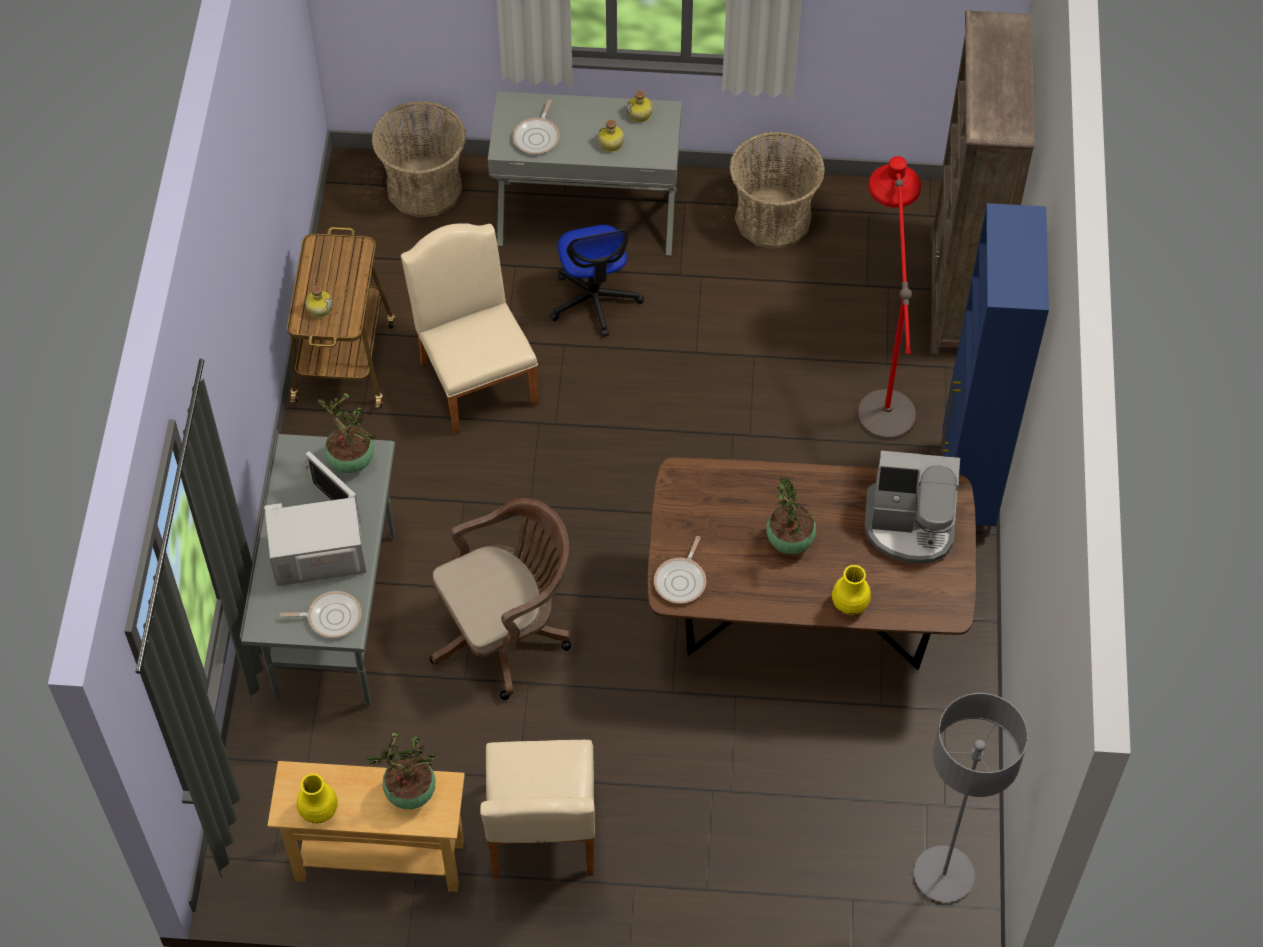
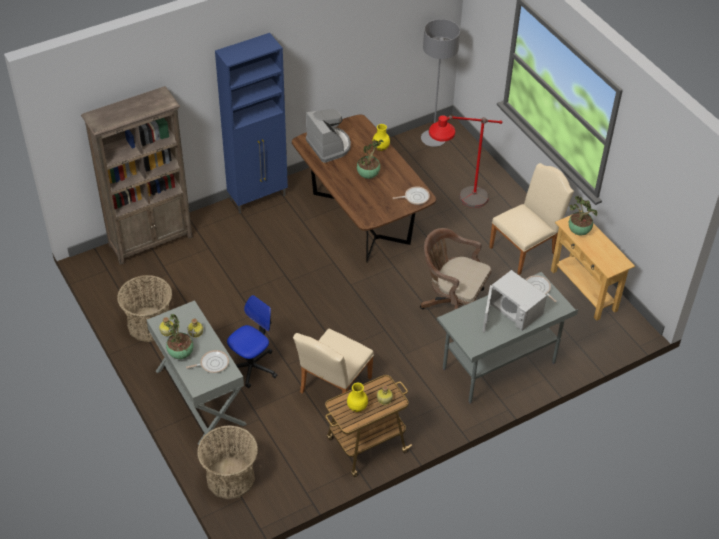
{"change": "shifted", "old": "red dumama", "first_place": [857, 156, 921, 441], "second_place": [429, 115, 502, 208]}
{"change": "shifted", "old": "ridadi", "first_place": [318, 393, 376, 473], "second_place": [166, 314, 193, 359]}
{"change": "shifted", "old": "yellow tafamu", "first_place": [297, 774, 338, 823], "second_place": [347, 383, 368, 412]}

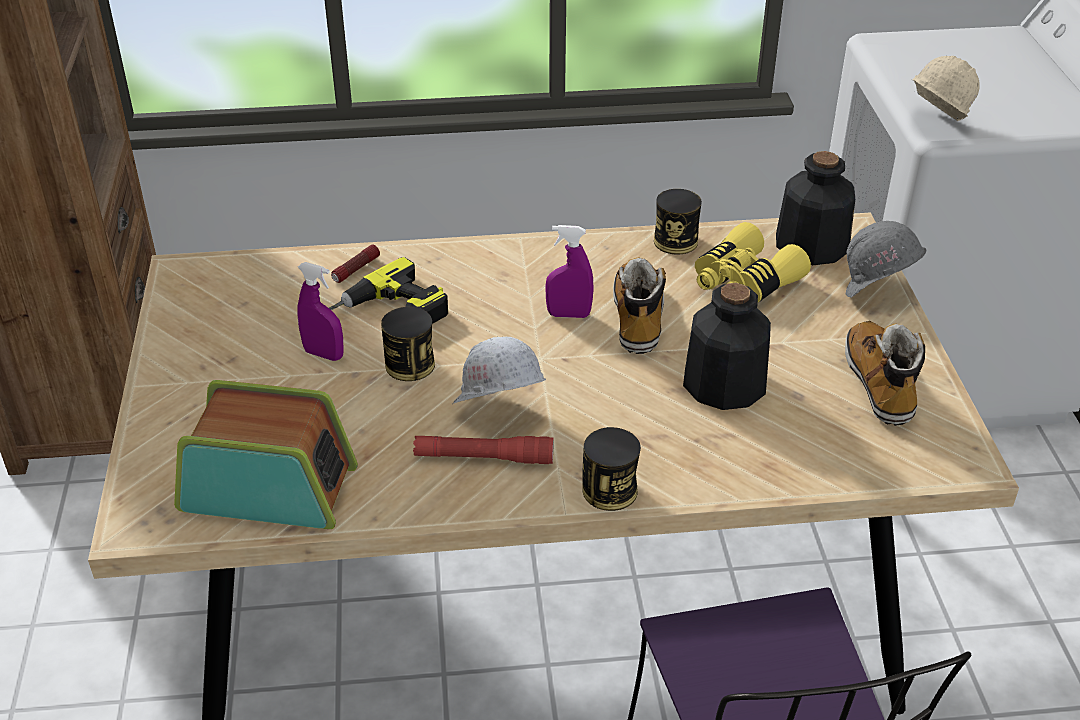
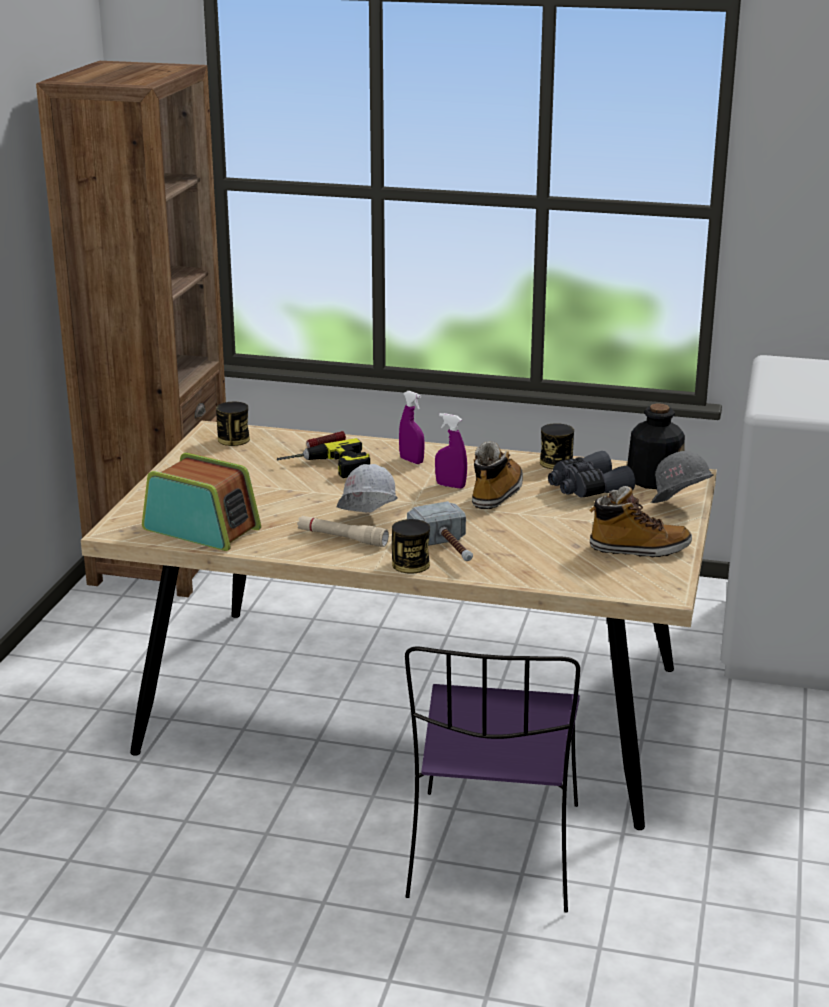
{"change": "gone", "old": "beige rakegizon", "first_place": [911, 56, 980, 121]}
{"change": "repainted", "old": "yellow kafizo", "new": "grey kafizo", "first_place": [695, 222, 811, 302], "second_place": [548, 451, 635, 498]}
{"change": "shifted", "old": "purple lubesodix", "first_place": [297, 262, 344, 361], "second_place": [399, 391, 425, 464]}
{"change": "gone", "old": "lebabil", "first_place": [683, 283, 771, 410]}
{"change": "shifted", "old": "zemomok", "first_place": [381, 307, 435, 381], "second_place": [216, 402, 250, 446]}
{"change": "rotated", "old": "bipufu", "first_place": [845, 321, 925, 426], "second_place": [589, 486, 692, 557], "degrees": 75}
{"change": "repainted", "old": "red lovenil", "new": "beige lovenil", "first_place": [413, 436, 554, 464], "second_place": [297, 516, 389, 547]}
{"change": "new", "new": "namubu", "second_place": [407, 501, 473, 561]}

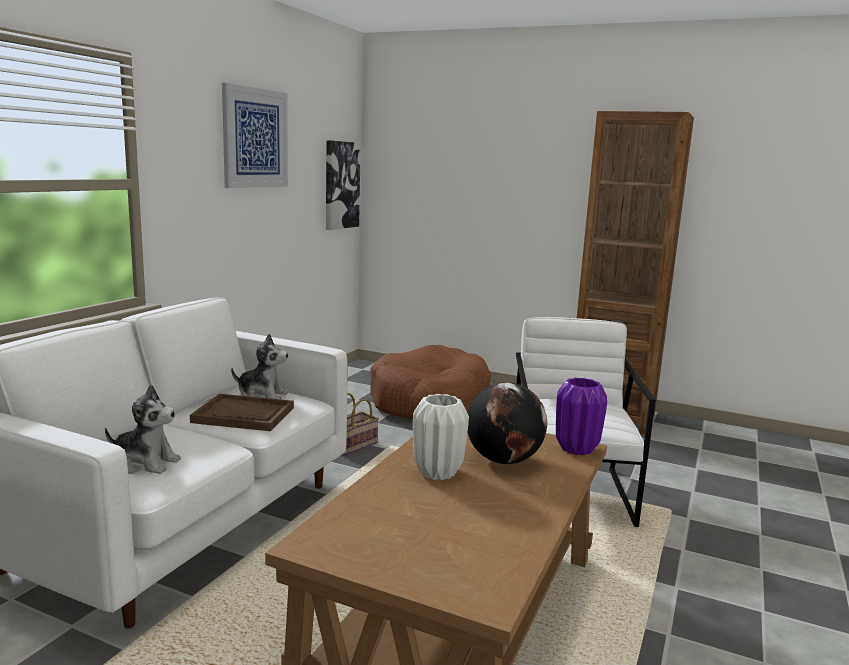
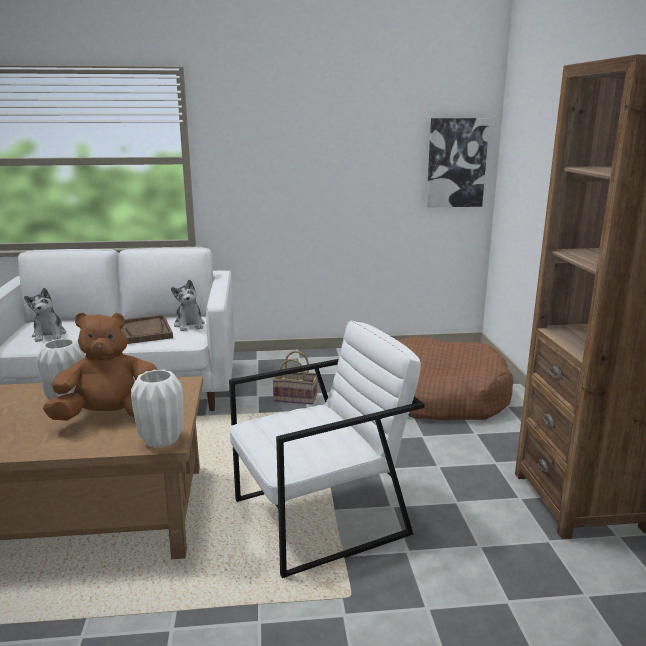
{"change": "gone", "old": "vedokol", "first_place": [222, 83, 288, 188]}
{"change": "repainted", "old": "purple tafamu", "new": "white tafamu", "first_place": [556, 378, 607, 455], "second_place": [131, 370, 183, 448]}
{"change": "swapped", "old": "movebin", "new": "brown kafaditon", "first_place": [468, 382, 547, 464], "second_place": [43, 312, 158, 421]}

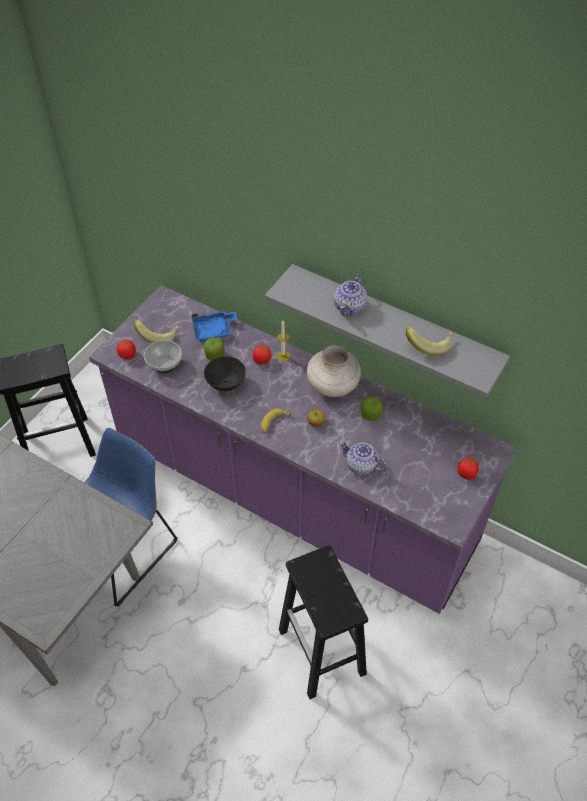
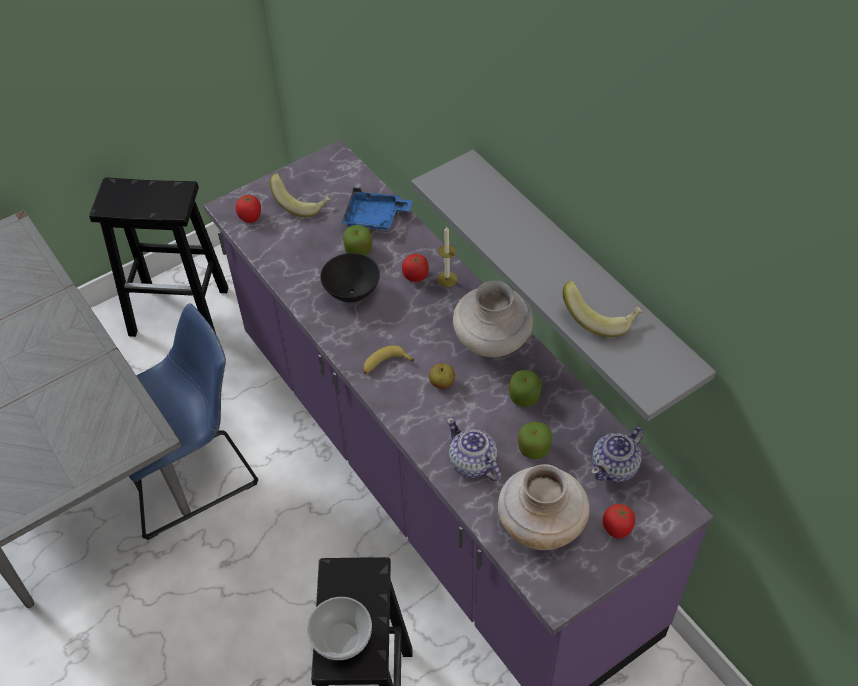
{"change": "shifted", "old": "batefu", "first_place": [334, 274, 367, 316], "second_place": [591, 426, 644, 482]}
{"change": "shifted", "old": "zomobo", "first_place": [144, 340, 182, 373], "second_place": [307, 597, 372, 660]}
{"change": "new", "new": "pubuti", "second_place": [517, 421, 552, 459]}
{"change": "new", "new": "beige tafamu", "second_place": [498, 464, 589, 550]}

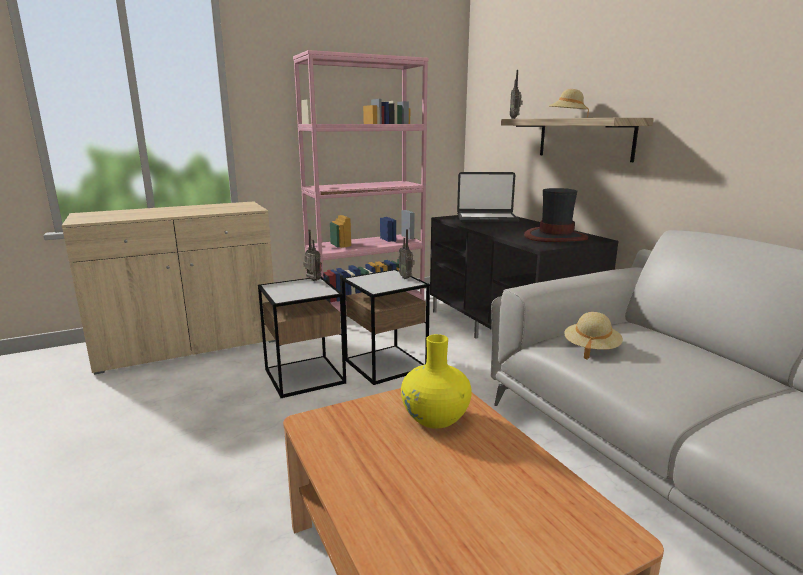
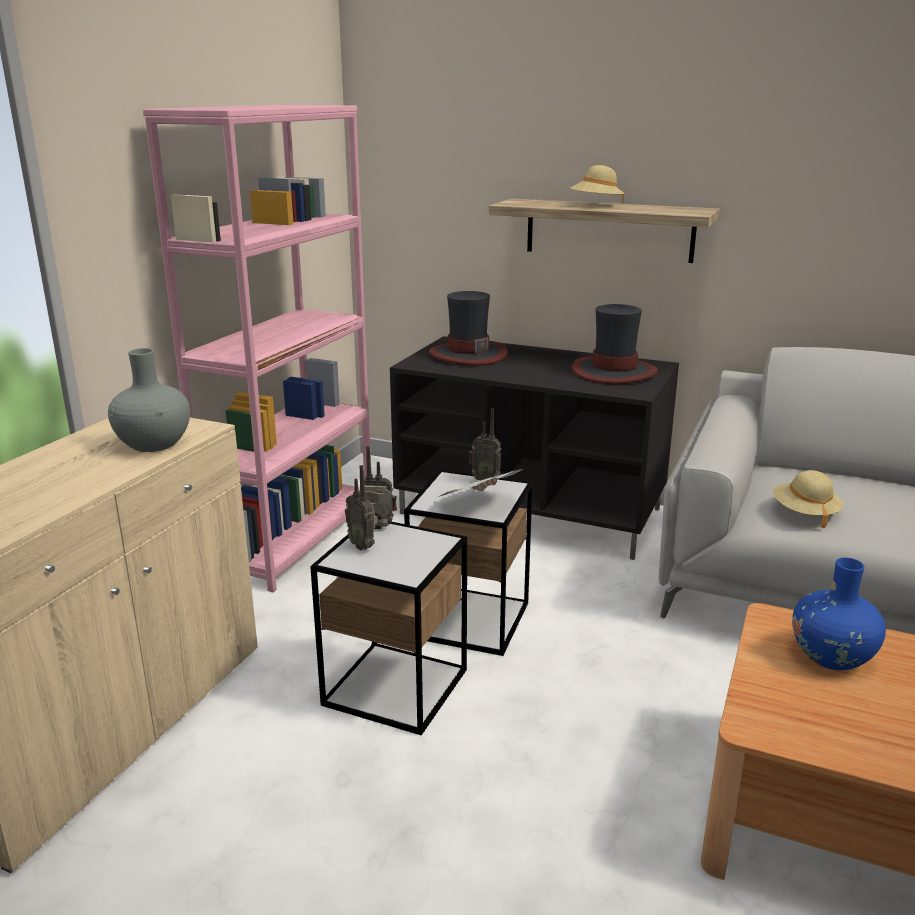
{"change": "shifted", "old": "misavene", "first_place": [510, 70, 523, 119], "second_place": [345, 465, 378, 550]}
{"change": "swapped", "old": "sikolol", "new": "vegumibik", "first_place": [457, 172, 520, 223], "second_place": [429, 291, 508, 366]}
{"change": "repainted", "old": "yellow tafamu", "new": "blue tafamu", "first_place": [401, 334, 472, 429], "second_place": [792, 558, 886, 670]}
{"change": "new", "new": "grey tafamu", "second_place": [108, 348, 190, 452]}
{"change": "new", "new": "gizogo", "second_place": [439, 469, 523, 497]}

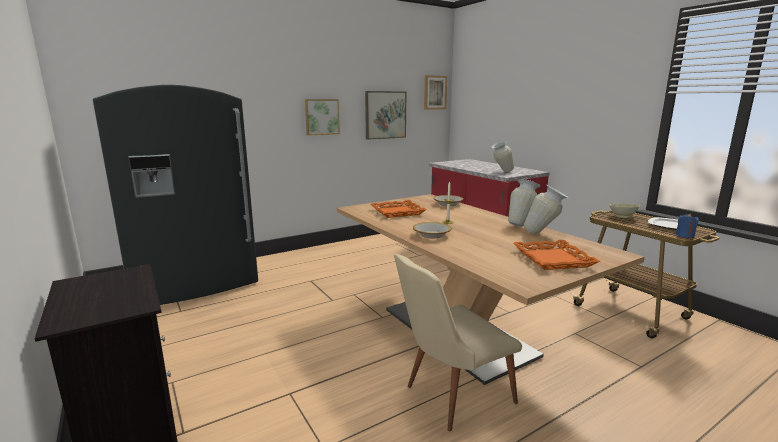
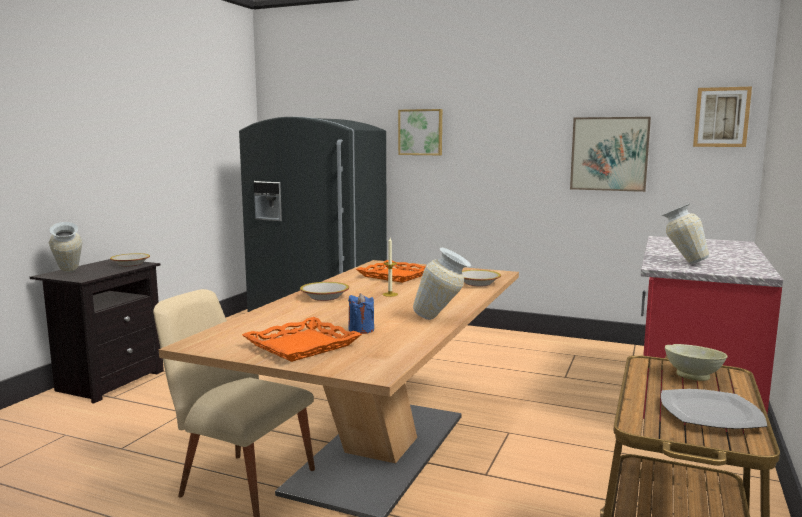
{"change": "shifted", "old": "vedokol", "first_place": [305, 99, 340, 136], "second_place": [398, 109, 442, 155]}
{"change": "shifted", "old": "tafamu", "first_place": [524, 185, 568, 234], "second_place": [49, 222, 82, 272]}
{"change": "shifted", "old": "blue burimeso", "first_place": [676, 213, 699, 238], "second_place": [348, 293, 374, 334]}
{"change": "new", "new": "zomobo", "second_place": [110, 253, 150, 266]}

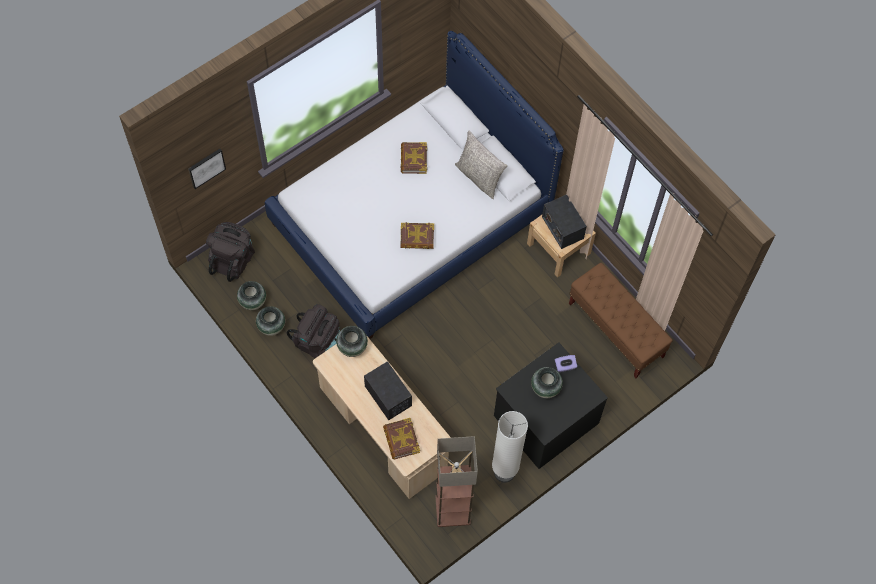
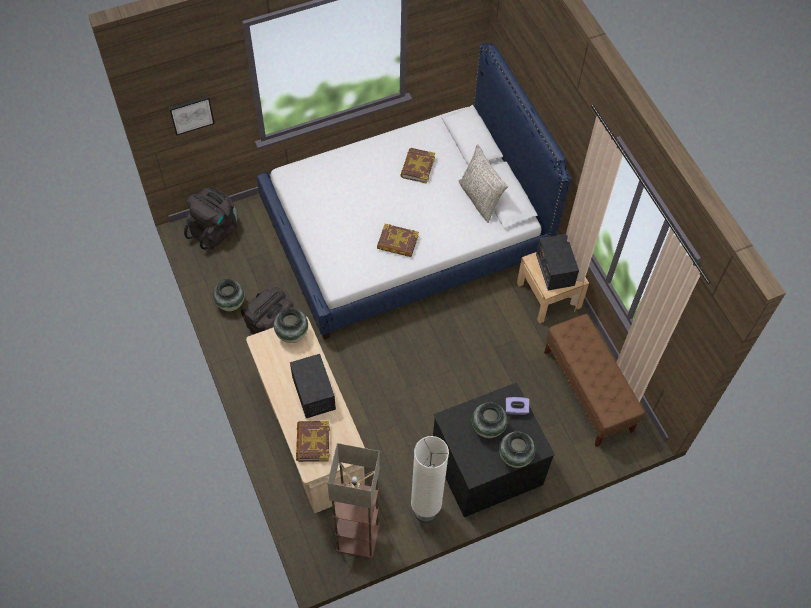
{"change": "shifted", "old": "tafamu", "first_place": [237, 281, 266, 310], "second_place": [499, 431, 536, 468]}

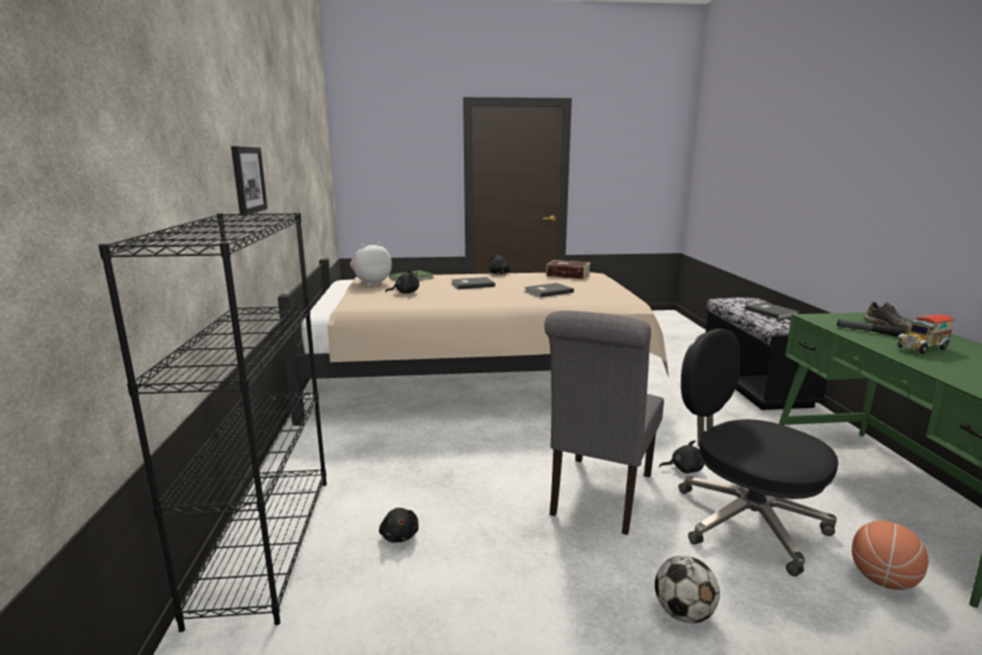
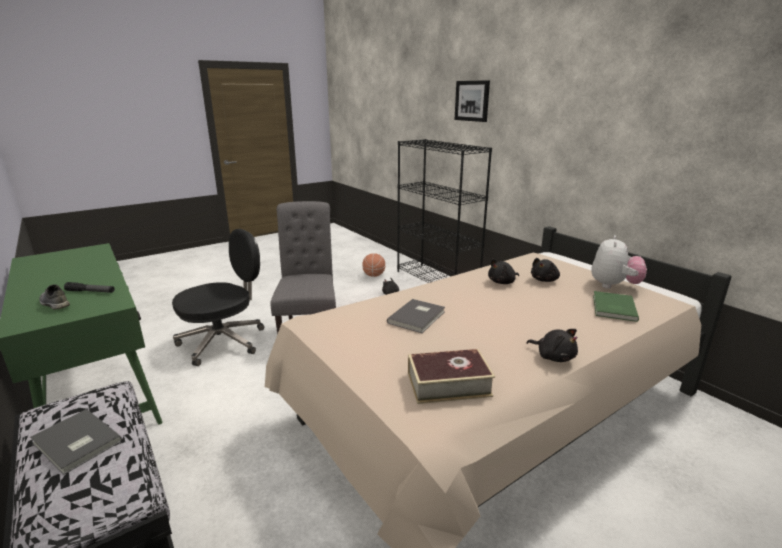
{"change": "shifted", "old": "vedokol", "first_place": [231, 146, 268, 216], "second_place": [455, 80, 490, 122]}
{"change": "gone", "old": "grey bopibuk", "first_place": [451, 277, 495, 289]}
{"change": "gone", "old": "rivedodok", "first_place": [898, 314, 955, 354]}
{"change": "rotated", "old": "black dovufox", "first_place": [679, 329, 838, 577], "second_place": [172, 229, 265, 366], "degrees": -60}
{"change": "shifted", "old": "black kafaditon", "first_place": [659, 440, 704, 474], "second_place": [488, 259, 519, 284]}
{"change": "shifted", "old": "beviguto", "first_place": [852, 521, 928, 590], "second_place": [362, 253, 385, 277]}
{"change": "gone", "old": "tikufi", "first_place": [655, 556, 720, 623]}

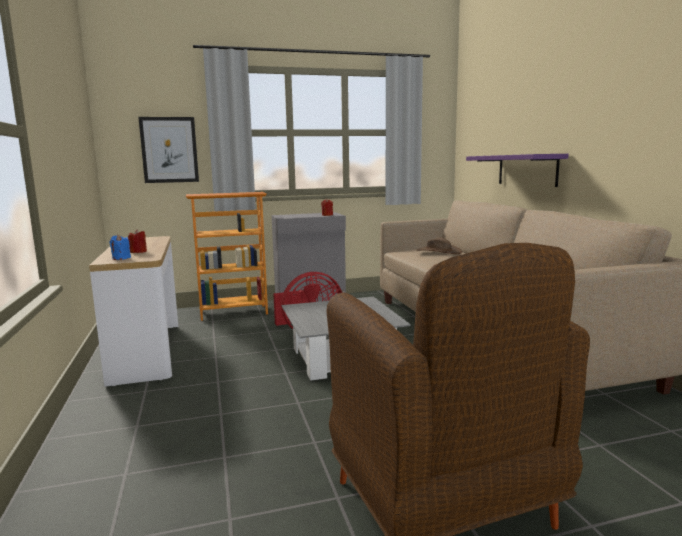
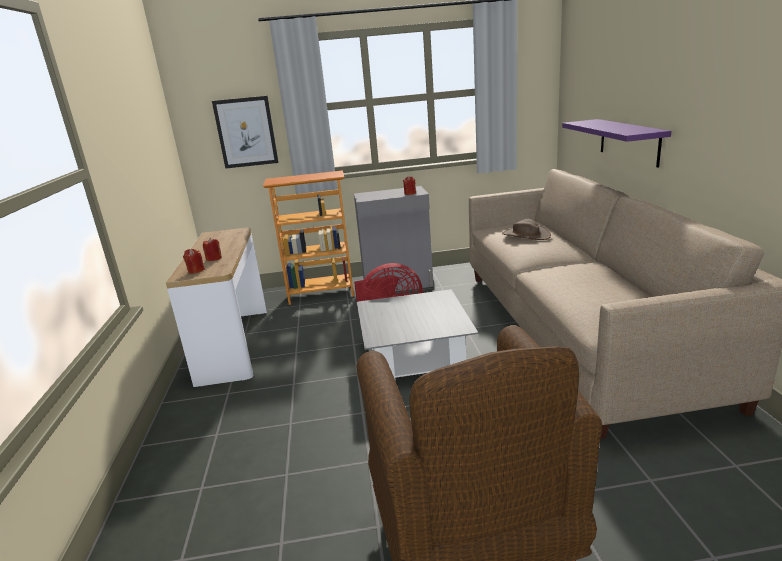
{"change": "repainted", "old": "blue burimeso", "new": "red burimeso", "first_place": [109, 234, 131, 260], "second_place": [183, 249, 205, 274]}

